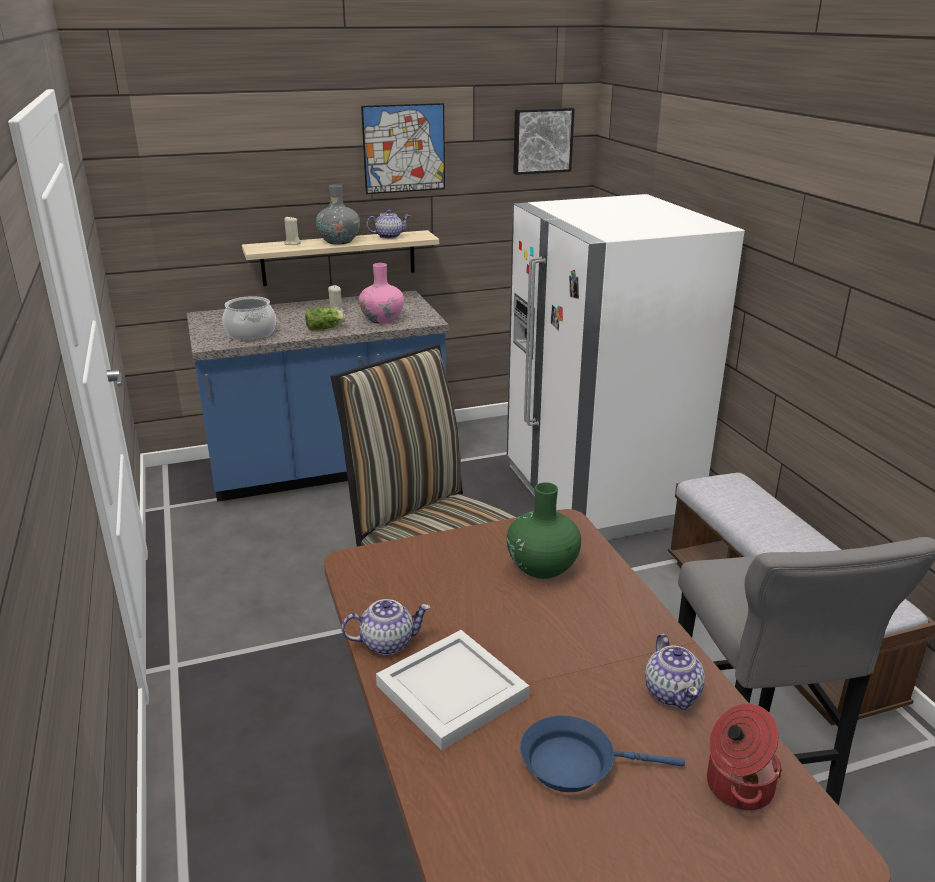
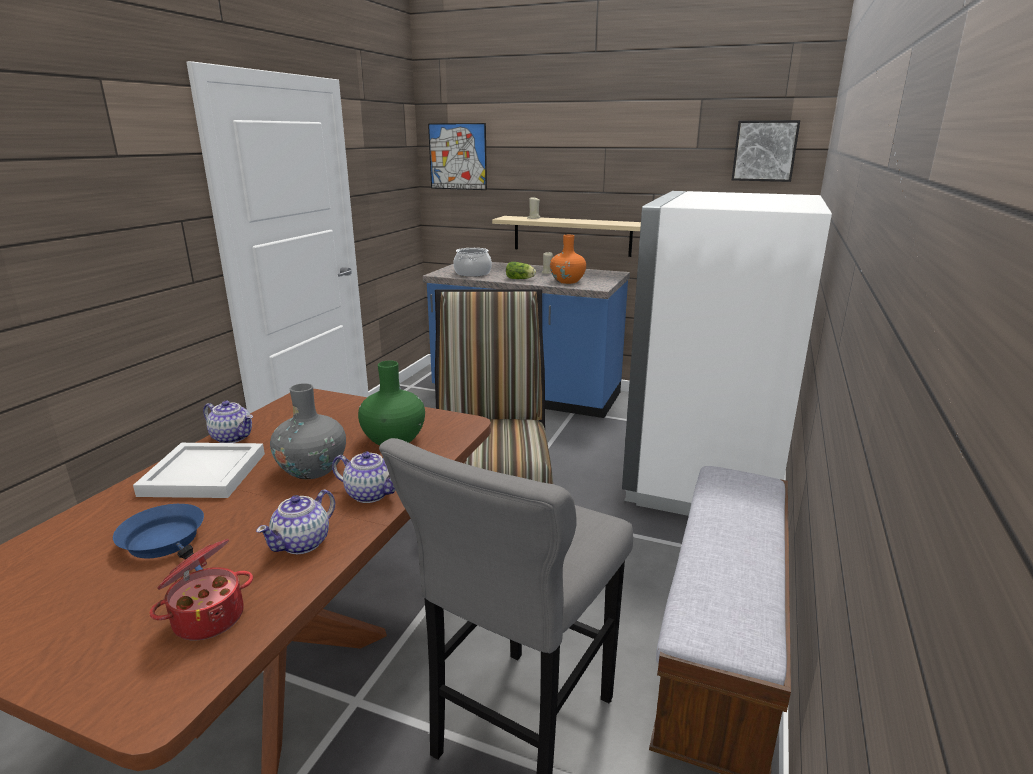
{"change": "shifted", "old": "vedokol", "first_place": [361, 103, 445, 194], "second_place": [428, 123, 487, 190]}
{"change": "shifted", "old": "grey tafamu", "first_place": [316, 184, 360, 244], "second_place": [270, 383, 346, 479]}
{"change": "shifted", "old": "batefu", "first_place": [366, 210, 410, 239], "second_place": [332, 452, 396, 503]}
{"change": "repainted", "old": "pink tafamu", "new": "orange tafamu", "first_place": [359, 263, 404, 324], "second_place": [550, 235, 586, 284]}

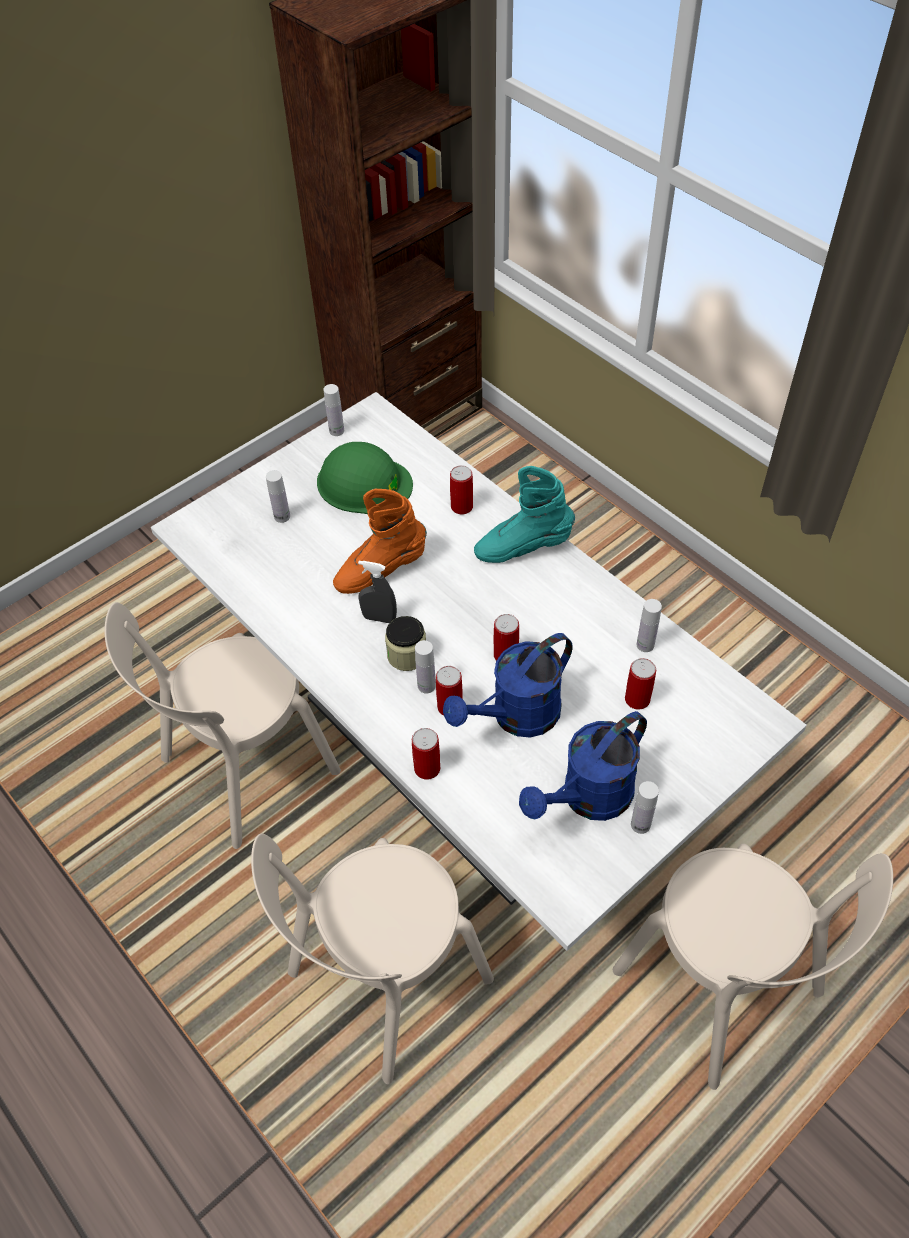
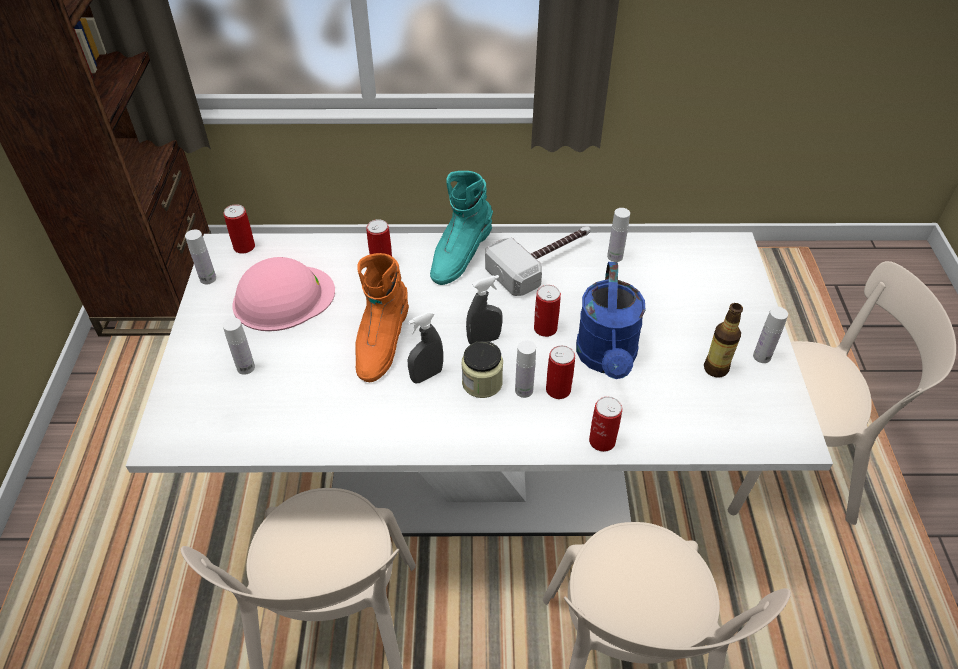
{"change": "repainted", "old": "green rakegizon", "new": "pink rakegizon", "first_place": [317, 442, 413, 514], "second_place": [232, 257, 335, 331]}
{"change": "shifted", "old": "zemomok", "first_place": [625, 658, 656, 710], "second_place": [224, 204, 255, 254]}
{"change": "swapped", "old": "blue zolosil", "new": "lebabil", "first_place": [519, 711, 647, 821], "second_place": [704, 303, 743, 378]}
{"change": "new", "new": "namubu", "second_place": [485, 226, 591, 296]}
{"change": "new", "new": "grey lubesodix", "second_place": [466, 275, 502, 344]}

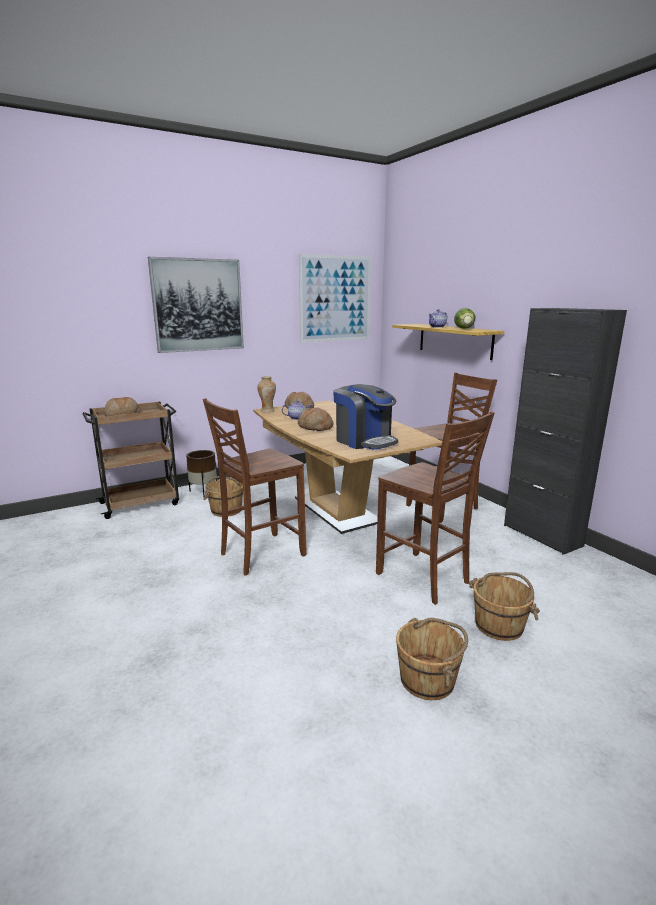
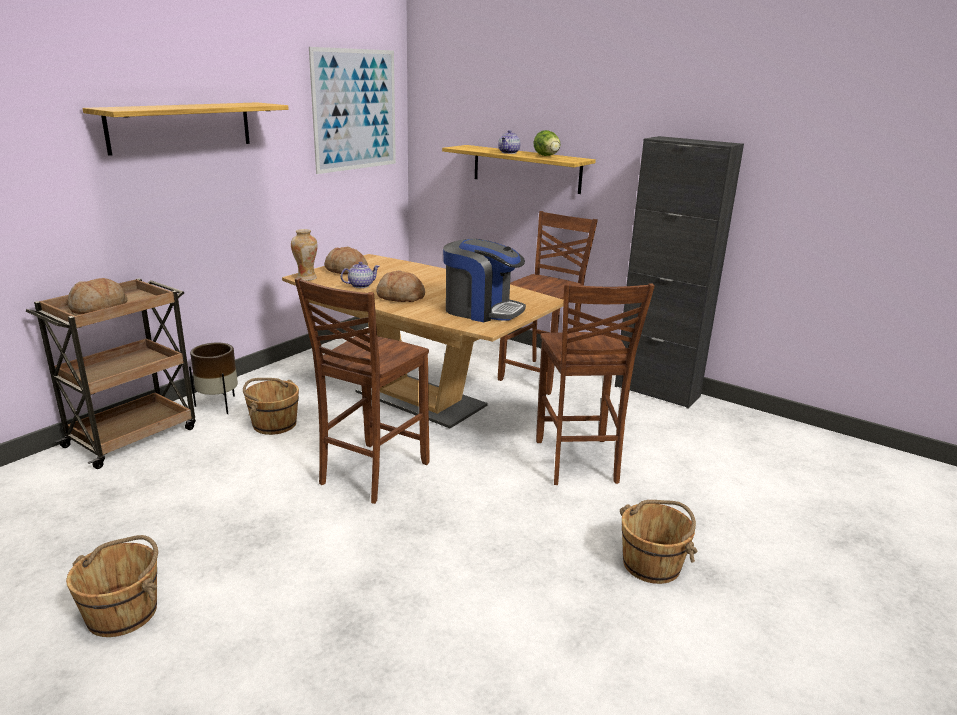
{"change": "swapped", "old": "vedokol", "new": "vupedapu", "first_place": [148, 257, 244, 353], "second_place": [82, 102, 289, 156]}
{"change": "rotated", "old": "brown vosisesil", "first_place": [376, 411, 495, 605], "second_place": [536, 283, 655, 485], "degrees": 60}
{"change": "shifted", "old": "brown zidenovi", "first_place": [469, 572, 540, 641], "second_place": [66, 535, 158, 637]}

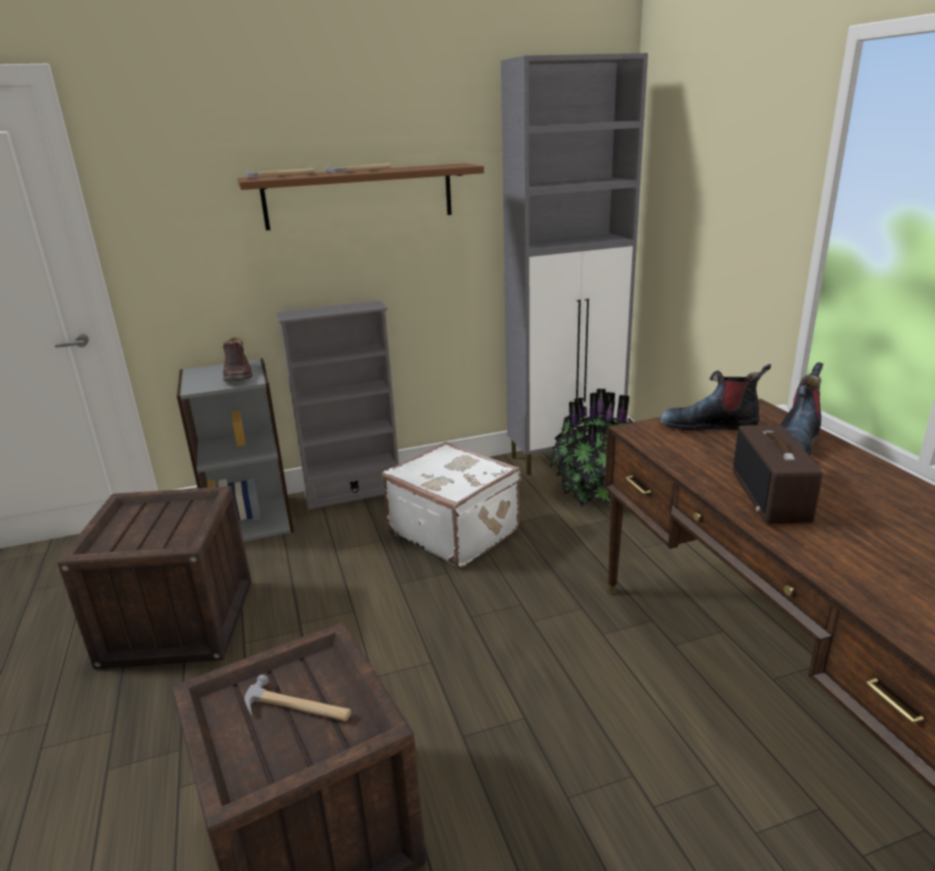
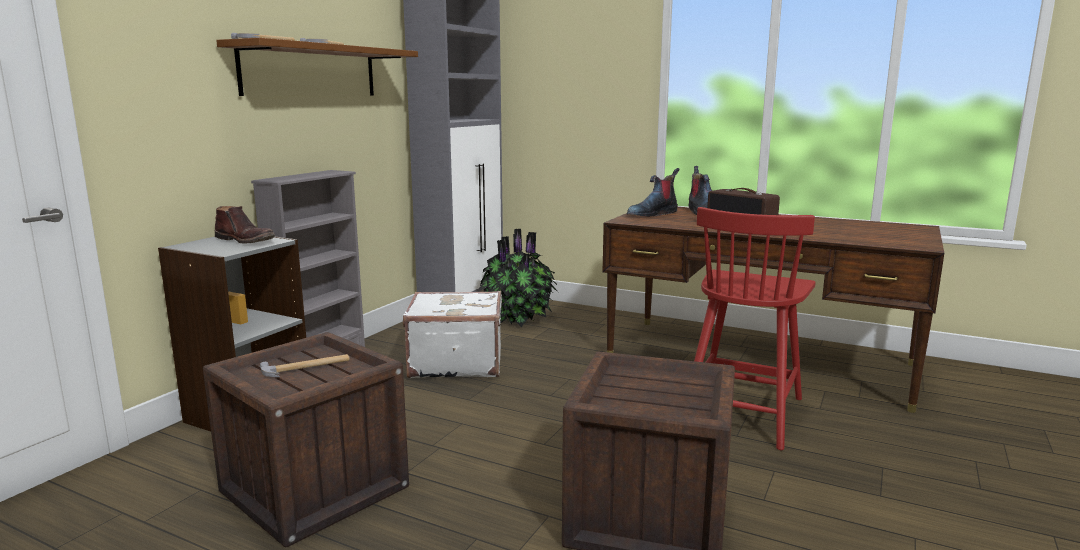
{"change": "shifted", "old": "namubu", "first_place": [244, 675, 351, 721], "second_place": [260, 354, 350, 377]}
{"change": "new", "new": "red vosisesil", "second_place": [694, 207, 816, 450]}

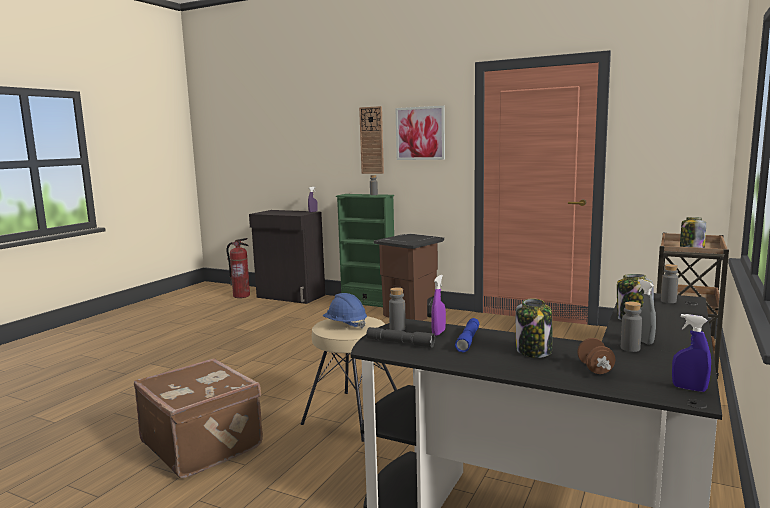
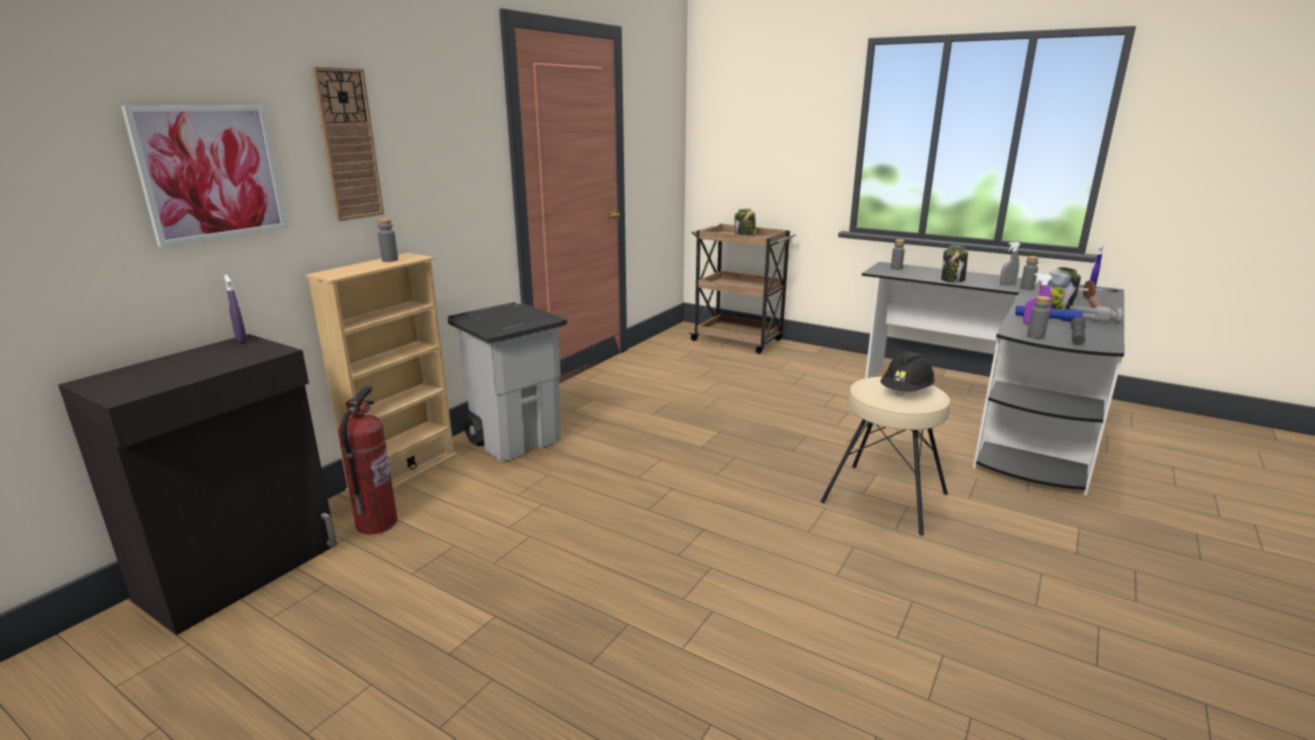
{"change": "shifted", "old": "vedokol", "first_place": [395, 106, 445, 160], "second_place": [121, 105, 287, 247]}
{"change": "repainted", "old": "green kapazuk", "new": "beige kapazuk", "first_place": [336, 194, 394, 307], "second_place": [305, 253, 457, 492]}
{"change": "repainted", "old": "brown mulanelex", "new": "grey mulanelex", "first_place": [374, 234, 444, 321], "second_place": [448, 302, 567, 462]}
{"change": "shifted", "old": "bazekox", "first_place": [227, 238, 250, 298], "second_place": [338, 386, 397, 534]}
{"change": "repainted", "old": "blue rakegizon", "new": "black rakegizon", "first_place": [323, 293, 367, 329], "second_place": [880, 351, 935, 392]}
{"change": "gone", "old": "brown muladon", "first_place": [134, 358, 263, 478]}
{"change": "new", "new": "namubu", "second_place": [1069, 297, 1123, 323]}

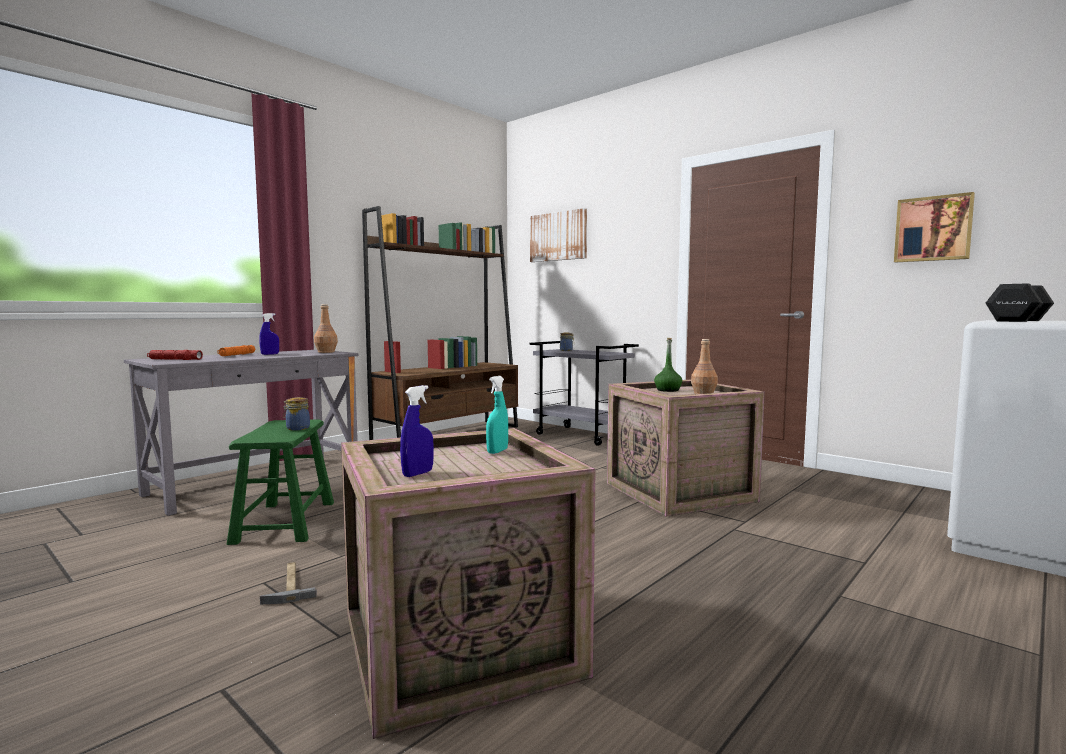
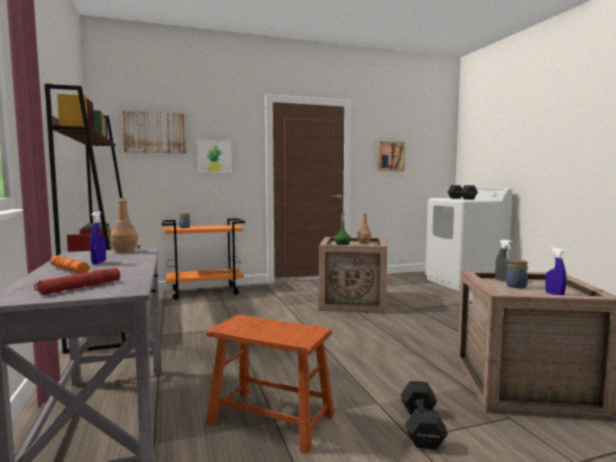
{"change": "repainted", "old": "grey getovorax", "new": "orange getovorax", "first_place": [530, 341, 639, 446], "second_place": [162, 218, 245, 300]}
{"change": "repainted", "old": "turquoise lubesodix", "new": "grey lubesodix", "first_place": [486, 376, 508, 454], "second_place": [495, 240, 513, 282]}
{"change": "shifted", "old": "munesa", "first_place": [283, 397, 310, 431], "second_place": [506, 259, 528, 288]}
{"change": "repainted", "old": "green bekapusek", "new": "brown bekapusek", "first_place": [227, 419, 334, 545], "second_place": [206, 315, 335, 454]}
{"change": "swapped", "old": "namubu", "new": "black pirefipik", "first_place": [260, 562, 317, 604], "second_place": [401, 381, 448, 450]}
{"change": "new", "new": "vedokol", "second_place": [198, 139, 232, 173]}

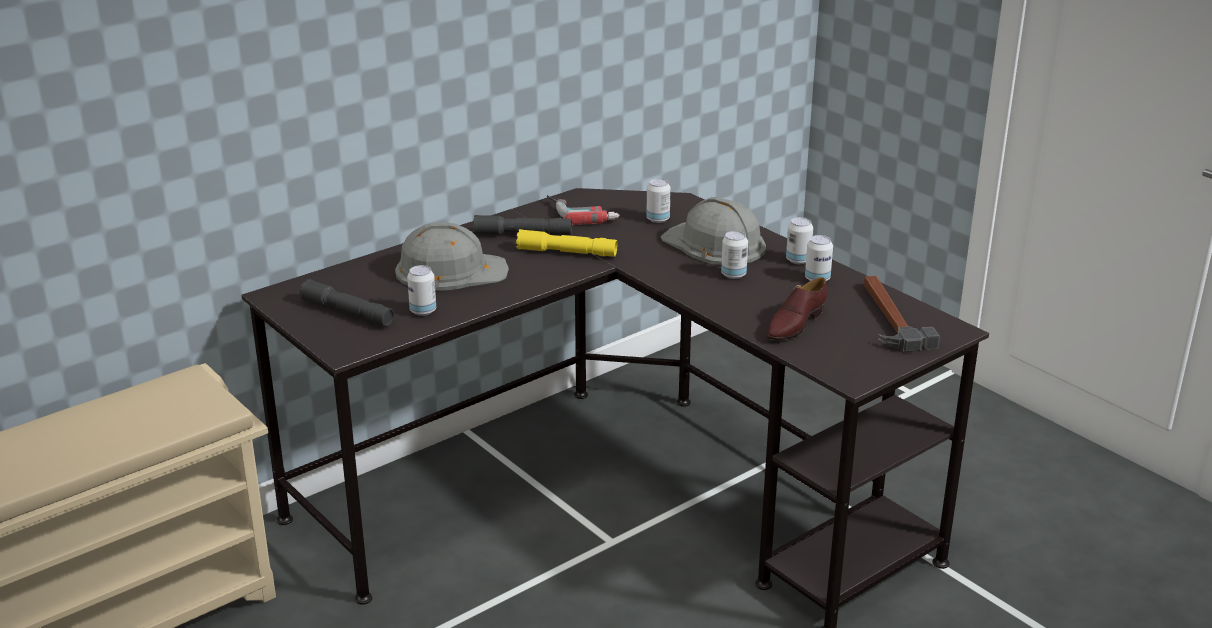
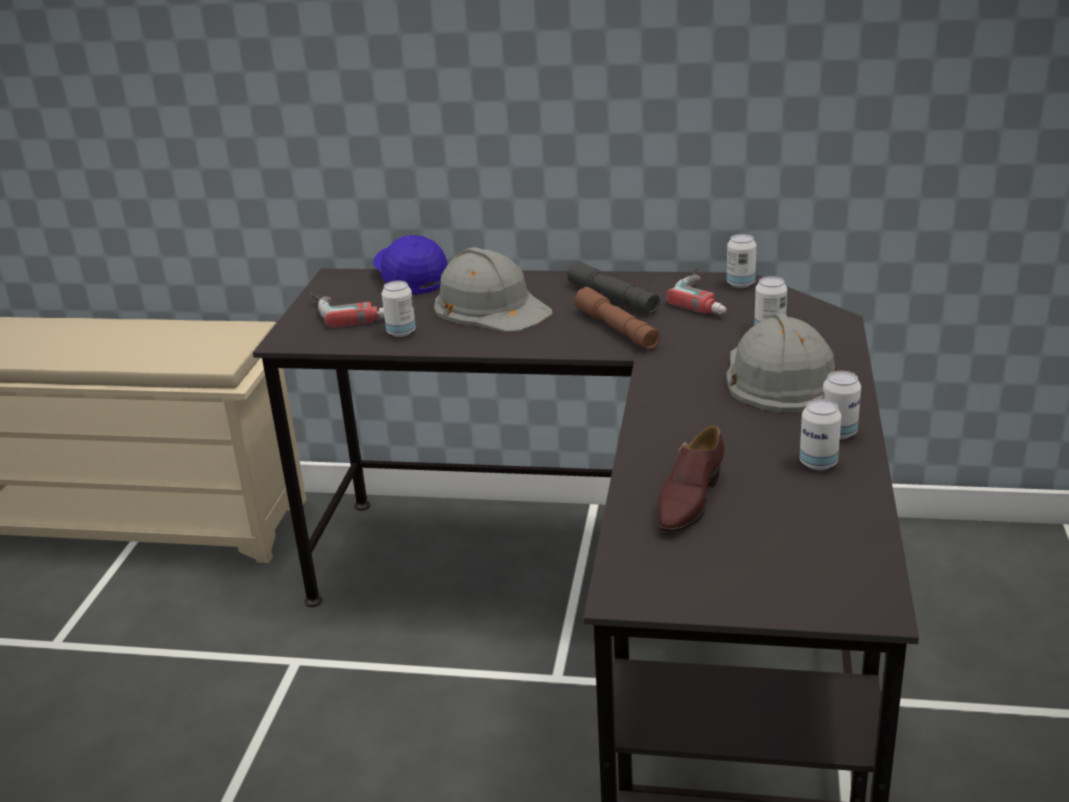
{"change": "repainted", "old": "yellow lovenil", "new": "brown lovenil", "first_place": [516, 229, 617, 257], "second_place": [574, 287, 660, 349]}
{"change": "shifted", "old": "zemomok", "first_place": [721, 231, 748, 279], "second_place": [727, 234, 756, 288]}
{"change": "gone", "old": "namubu", "first_place": [864, 276, 940, 352]}
{"change": "rotated", "old": "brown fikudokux", "first_place": [767, 277, 828, 340], "second_place": [659, 426, 724, 532], "degrees": -60}
{"change": "swapped", "old": "grey lovenil", "new": "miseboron", "first_place": [300, 279, 394, 326], "second_place": [310, 293, 385, 327]}
{"change": "new", "new": "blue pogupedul", "second_place": [373, 235, 448, 295]}

